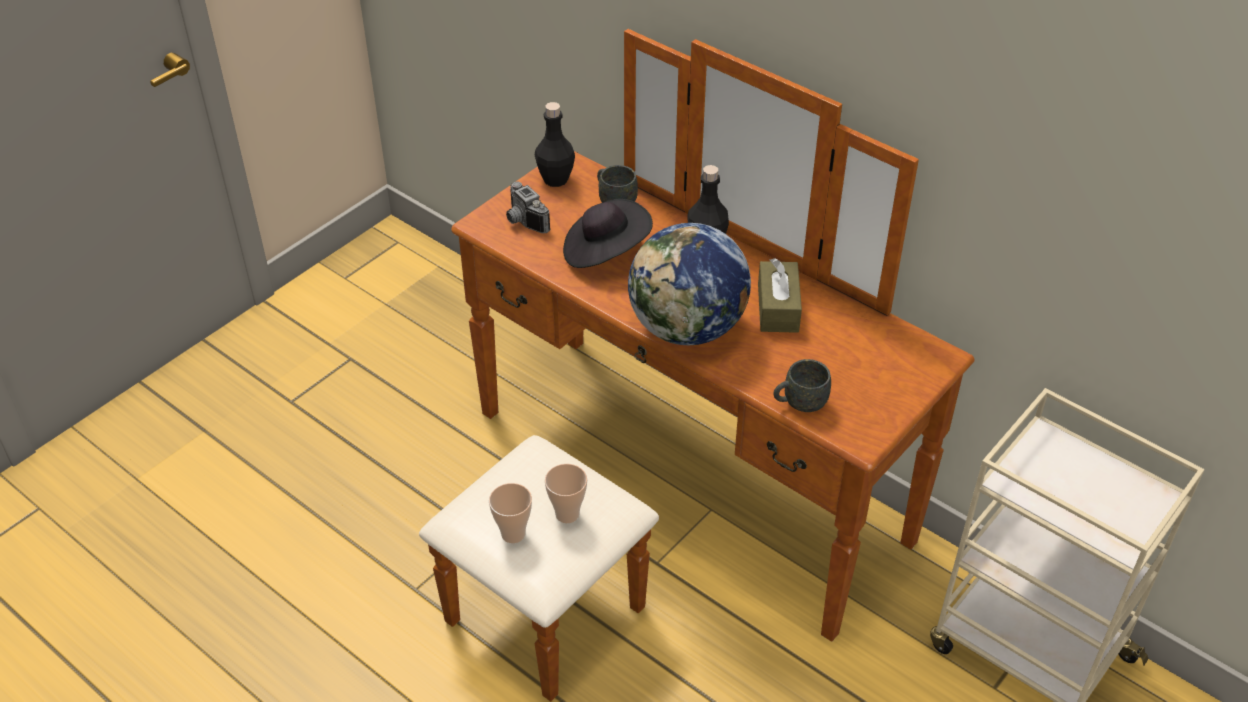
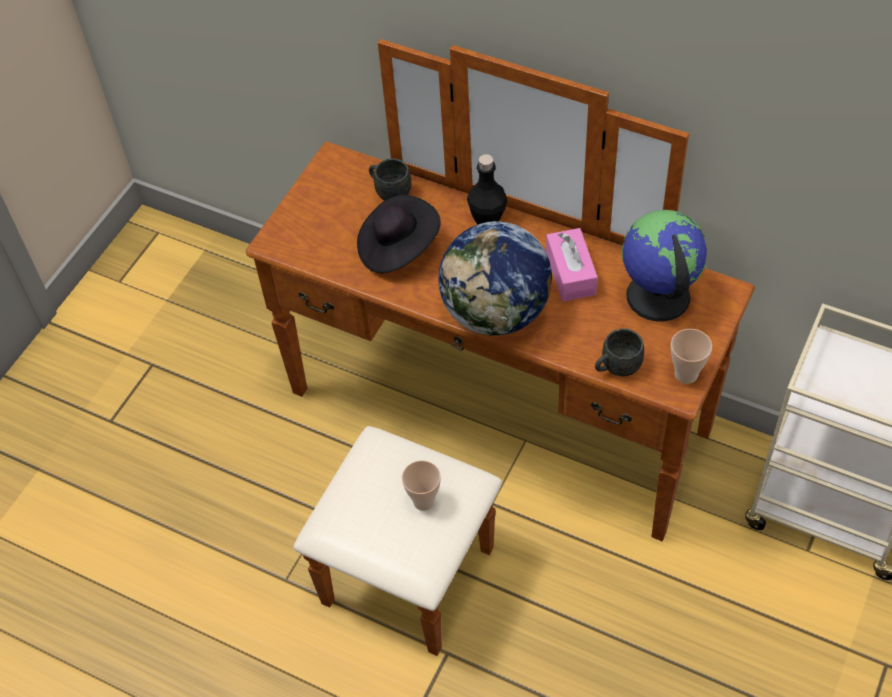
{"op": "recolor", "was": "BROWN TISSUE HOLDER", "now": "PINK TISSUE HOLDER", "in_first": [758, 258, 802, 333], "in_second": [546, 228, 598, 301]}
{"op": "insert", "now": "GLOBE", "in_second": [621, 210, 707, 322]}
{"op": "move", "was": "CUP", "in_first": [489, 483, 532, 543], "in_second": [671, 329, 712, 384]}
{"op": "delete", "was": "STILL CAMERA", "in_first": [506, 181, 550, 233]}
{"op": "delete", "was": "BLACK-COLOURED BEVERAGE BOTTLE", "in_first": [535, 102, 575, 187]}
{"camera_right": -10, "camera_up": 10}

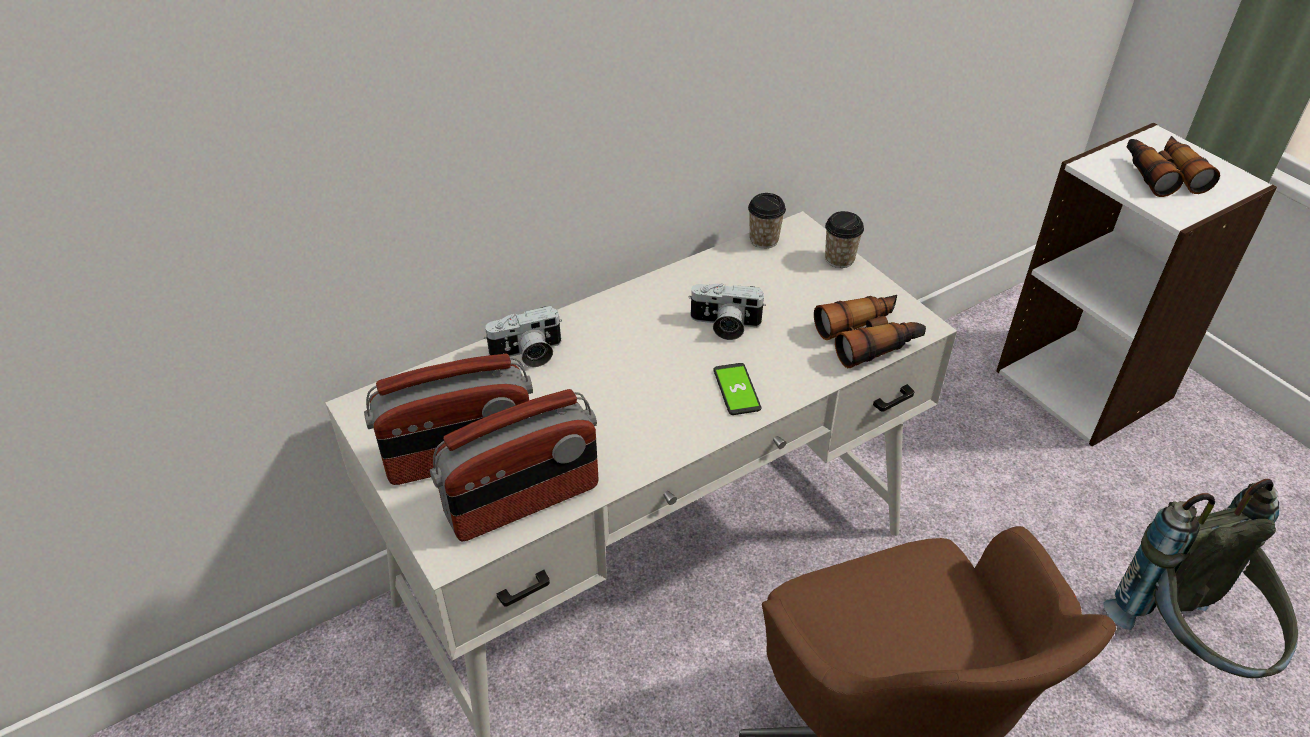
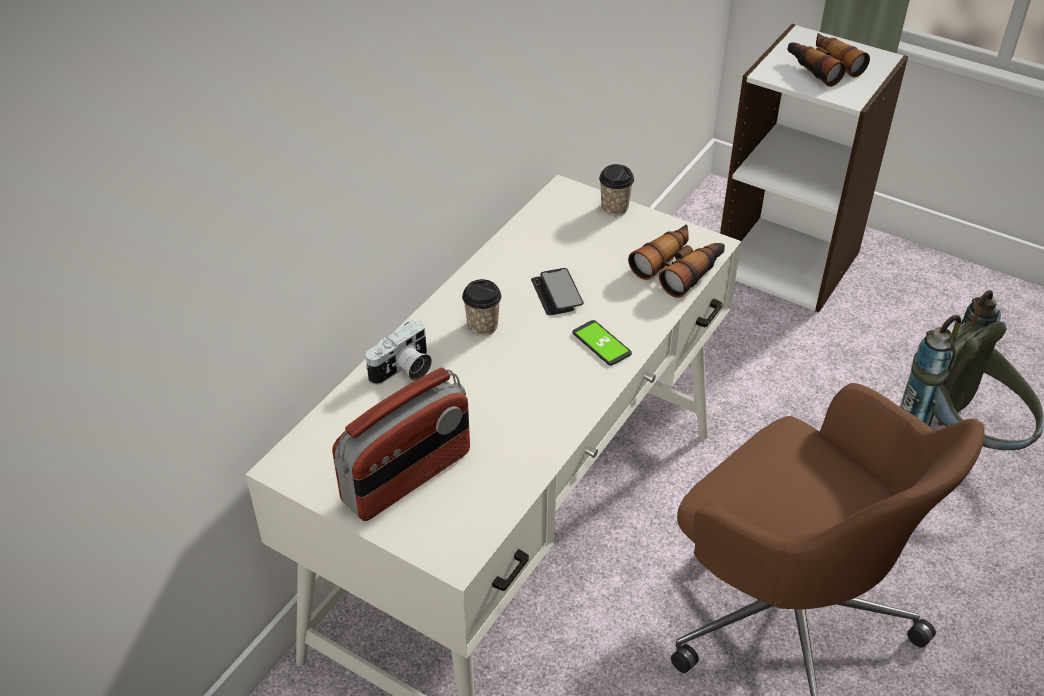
{"op": "move", "was": "CUP", "in_first": [748, 193, 786, 249], "in_second": [462, 279, 501, 336]}
{"op": "replace", "was": "STILL CAMERA", "now": "TELEPHONE", "in_first": [688, 283, 766, 340], "in_second": [531, 268, 584, 315]}
{"op": "delete", "was": "RADIO", "in_first": [430, 389, 598, 541]}
{"camera_right": -25, "camera_up": 0}

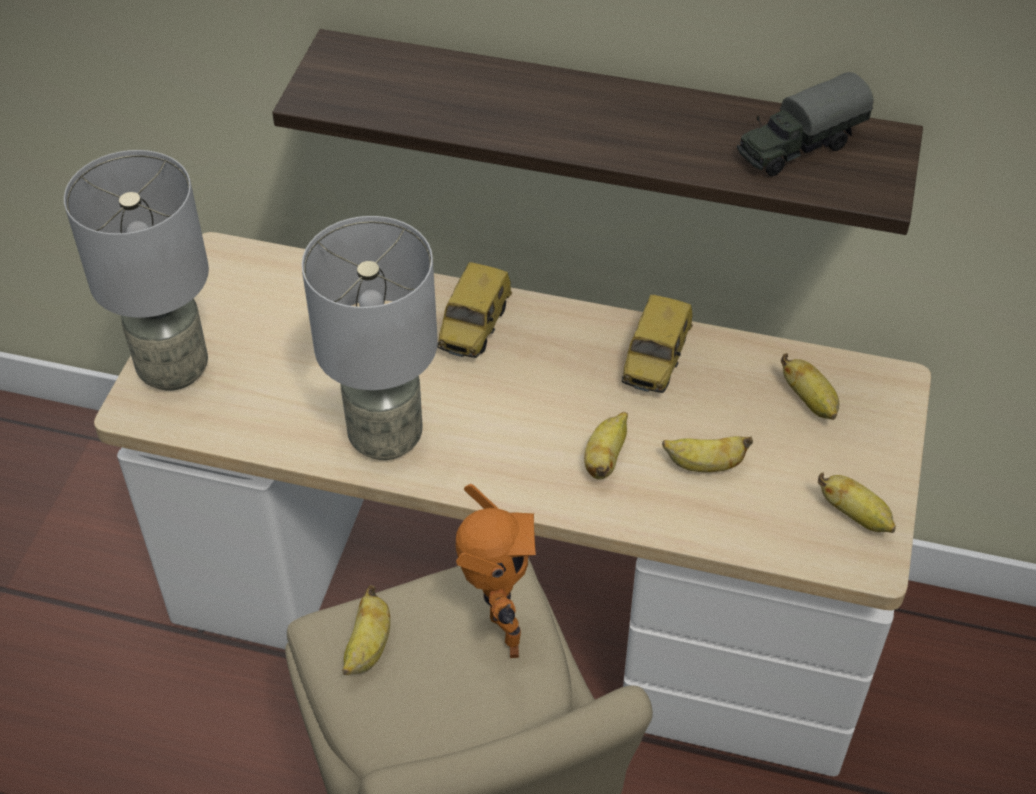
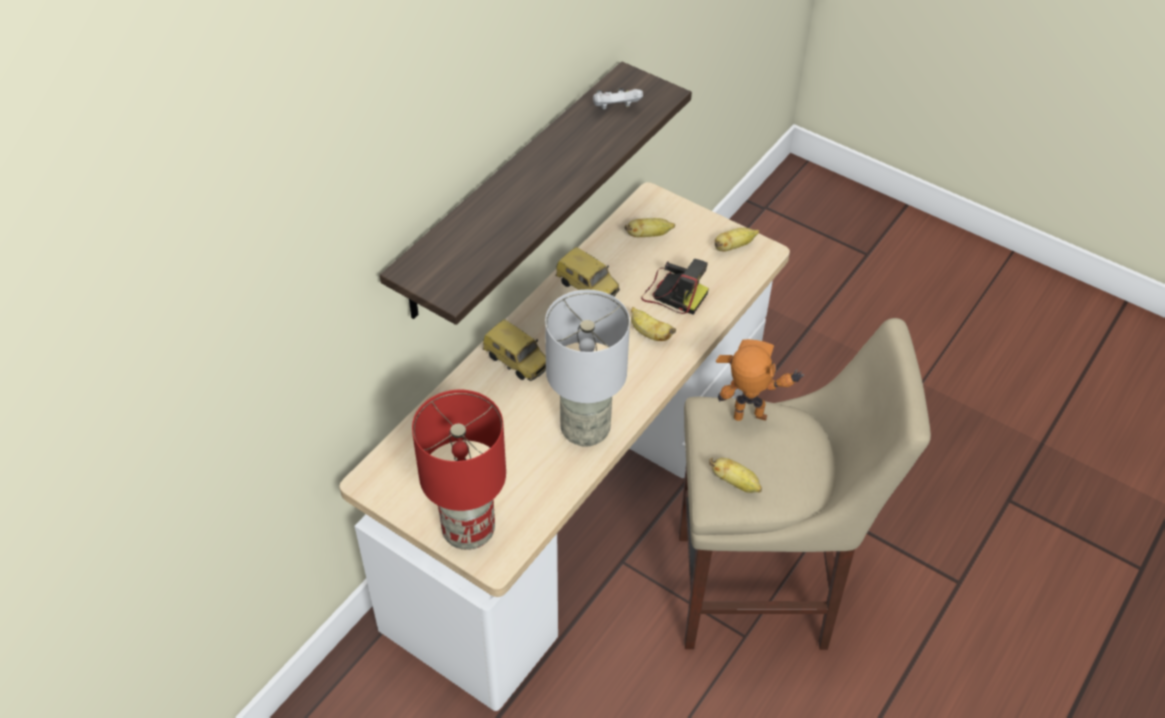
{"op": "recolor", "was": "GREY TABLETOP LAMP", "now": "RED TABLETOP LAMP", "in_first": [64, 150, 209, 391], "in_second": [412, 390, 506, 550]}
{"op": "replace", "was": "TOY LORRY", "now": "WHITE-COLOURED GAMEPAD", "in_first": [737, 72, 873, 176], "in_second": [593, 88, 643, 109]}
{"op": "replace", "was": "BANANA", "now": "STILL CAMERA", "in_first": [662, 436, 753, 472], "in_second": [641, 259, 709, 315]}
{"camera_right": -70, "camera_up": 0}

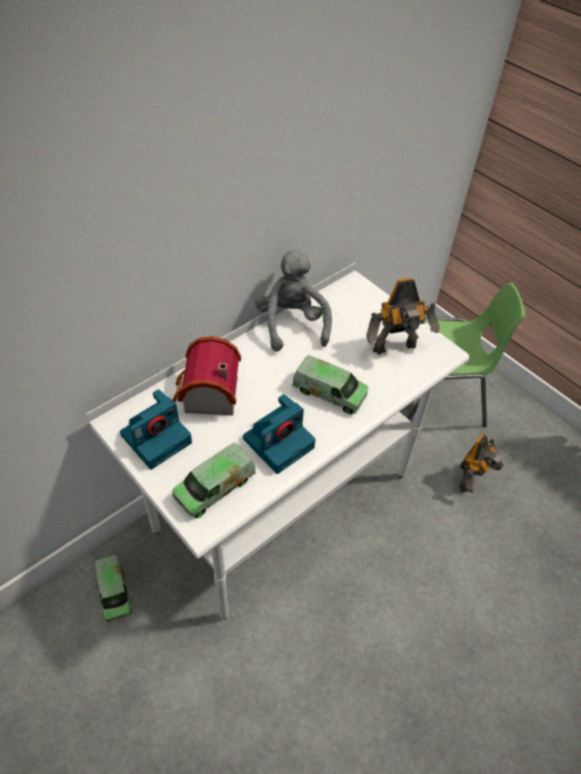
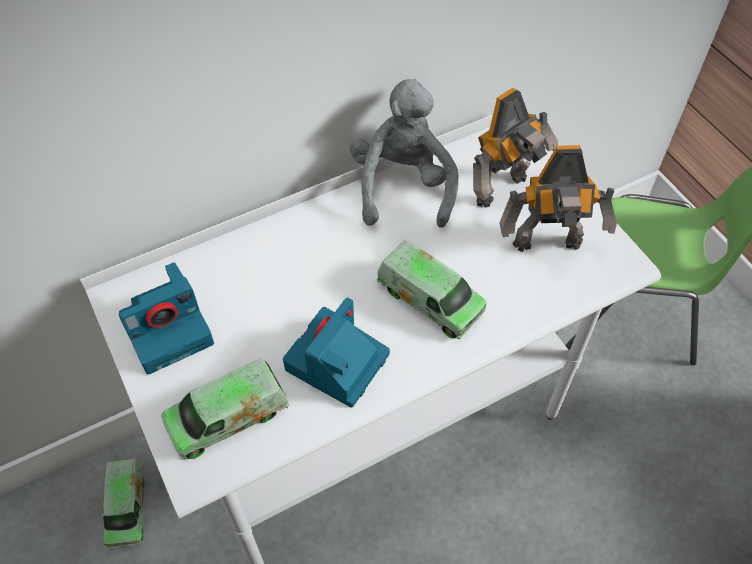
{"op": "rotate", "was": "STILL CAMERA", "in_first": [243, 394, 316, 474], "in_second": [283, 298, 390, 408], "clockwise": 150}
{"op": "move", "was": "ROBOT FIGURE", "in_first": [460, 434, 504, 493], "in_second": [473, 88, 558, 208]}
{"op": "delete", "was": "TOY HOUSE", "in_first": [172, 336, 241, 415]}
{"camera_right": 15, "camera_up": 5}

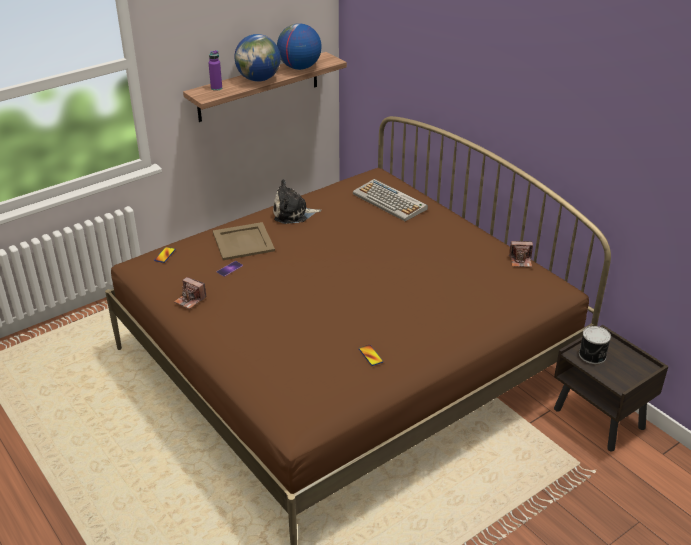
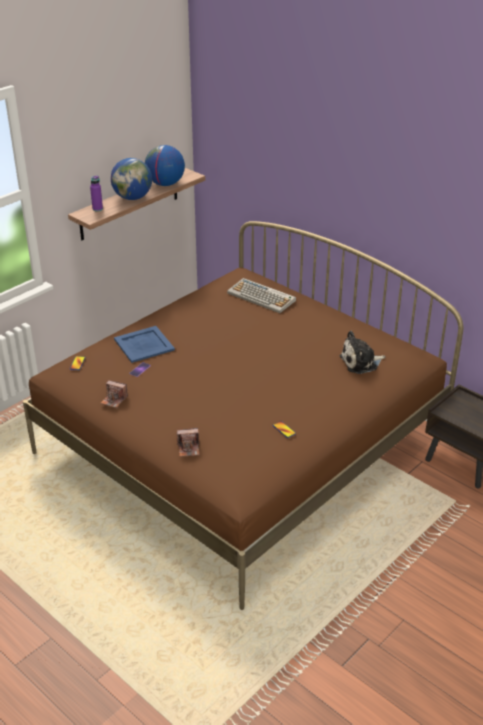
{"op": "recolor", "was": "BEIGE SERVING TRAY", "now": "BLUISH SERVING TRAY", "in_first": [213, 222, 275, 260], "in_second": [114, 326, 175, 363]}
{"op": "move", "was": "STILL CAMERA", "in_first": [509, 241, 533, 267], "in_second": [176, 428, 200, 457]}
{"op": "move", "was": "CUDDLY TOY", "in_first": [273, 179, 322, 224], "in_second": [340, 331, 386, 374]}
{"op": "delete", "was": "CAN", "in_first": [579, 326, 611, 364]}
{"camera_right": -10, "camera_up": 0}

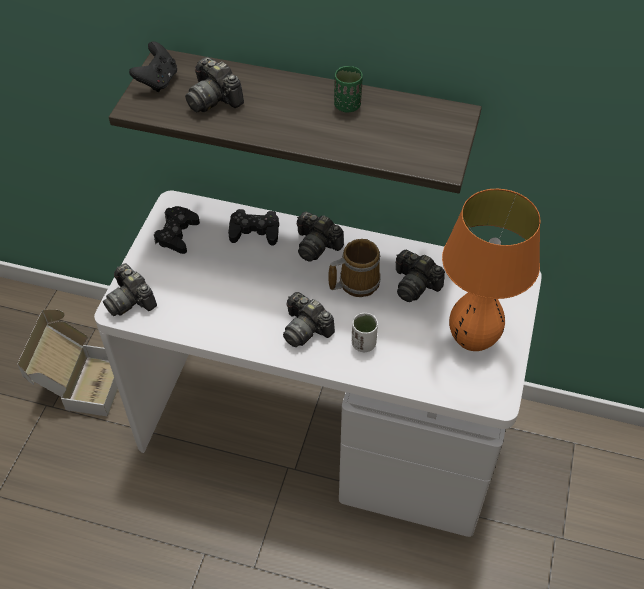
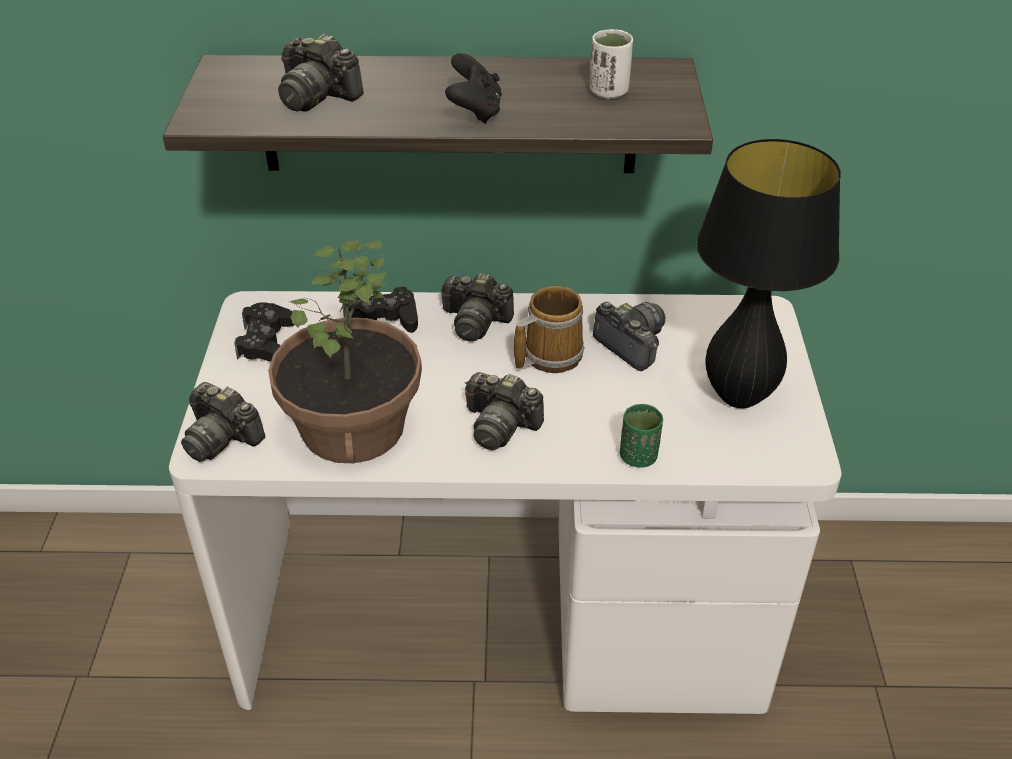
{"op": "insert", "now": "POTTED PLANT", "in_second": [268, 239, 422, 463]}
{"op": "move", "was": "BLACK-COLOURED GAMEPAD", "in_first": [129, 41, 177, 92], "in_second": [445, 53, 502, 124]}
{"op": "move", "was": "WHITE-COLOURED CUP", "in_first": [352, 313, 378, 352], "in_second": [590, 29, 633, 99]}
{"op": "rotate", "was": "STILL CAMERA", "in_first": [396, 250, 445, 302], "in_second": [593, 302, 666, 371], "clockwise": -150}
{"op": "move", "was": "GREENISH CUP", "in_first": [334, 66, 363, 112], "in_second": [620, 404, 663, 468]}
{"op": "recolor", "was": "ORANGEY TABLETOP LAMP", "now": "BLACK-COLOURED TABLETOP LAMP", "in_first": [442, 189, 541, 351], "in_second": [696, 139, 841, 408]}
{"op": "delete", "was": "PACKING BOX", "in_first": [17, 309, 118, 417]}
{"camera_right": -15, "camera_up": -10}

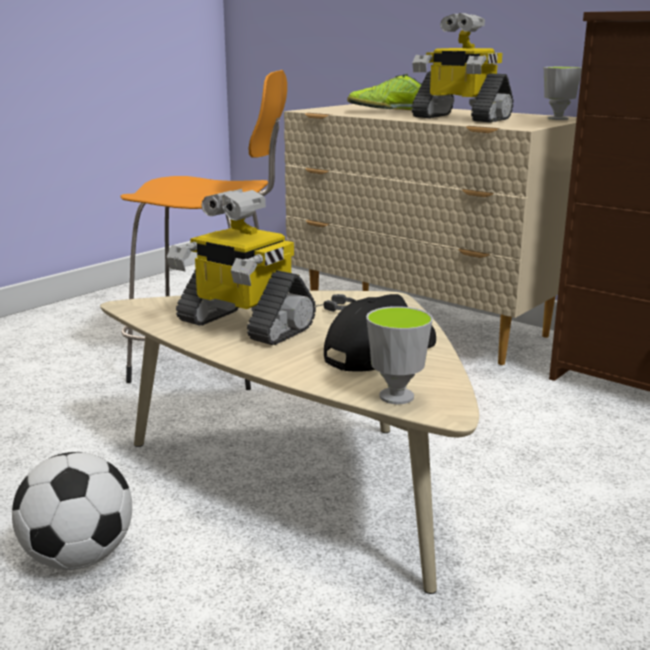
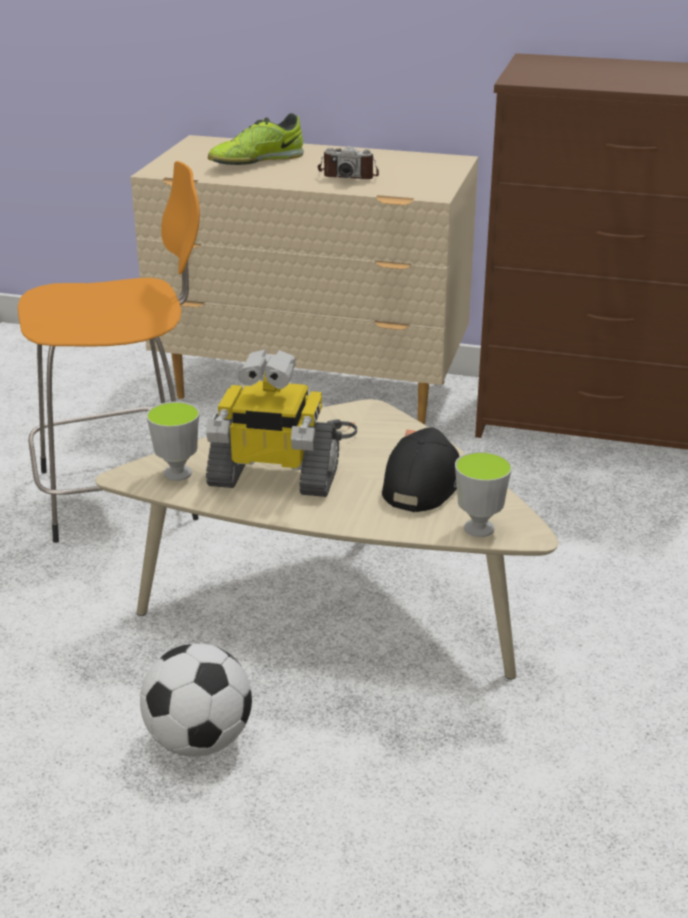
{"op": "move", "was": "CUP", "in_first": [544, 67, 582, 120], "in_second": [146, 401, 200, 481]}
{"op": "replace", "was": "ROBOT FIGURE", "now": "STILL CAMERA", "in_first": [412, 13, 513, 123], "in_second": [318, 146, 379, 179]}
{"camera_right": -25, "camera_up": 10}

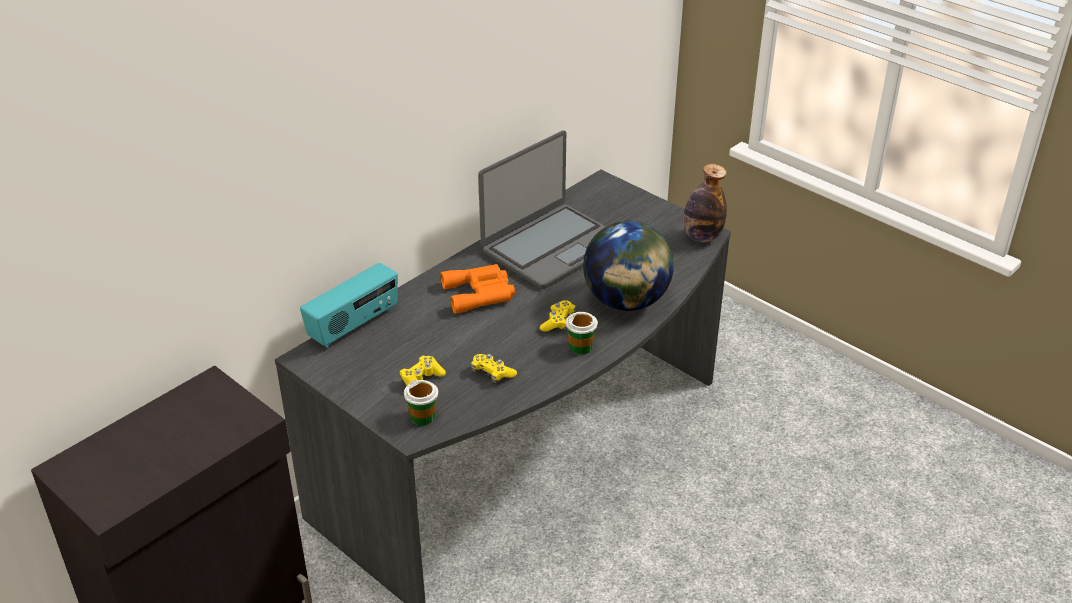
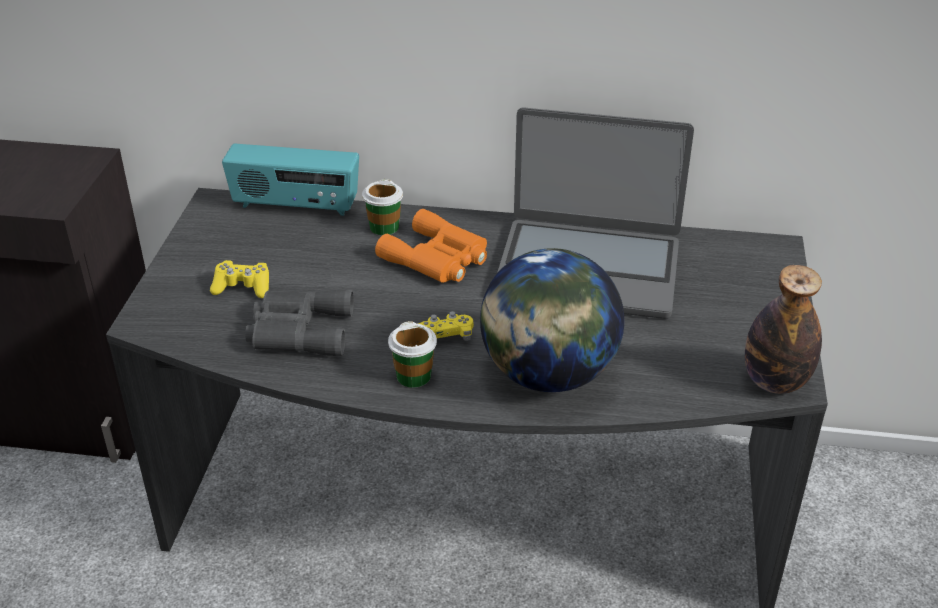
{"op": "replace", "was": "YELLOW-COLOURED GAMEPAD", "now": "GREY PAIR OF BINOCULARS", "in_first": [471, 354, 517, 383], "in_second": [245, 290, 354, 356]}
{"op": "move", "was": "CUP", "in_first": [404, 380, 438, 426], "in_second": [362, 179, 403, 235]}
{"camera_right": 55, "camera_up": 0}

